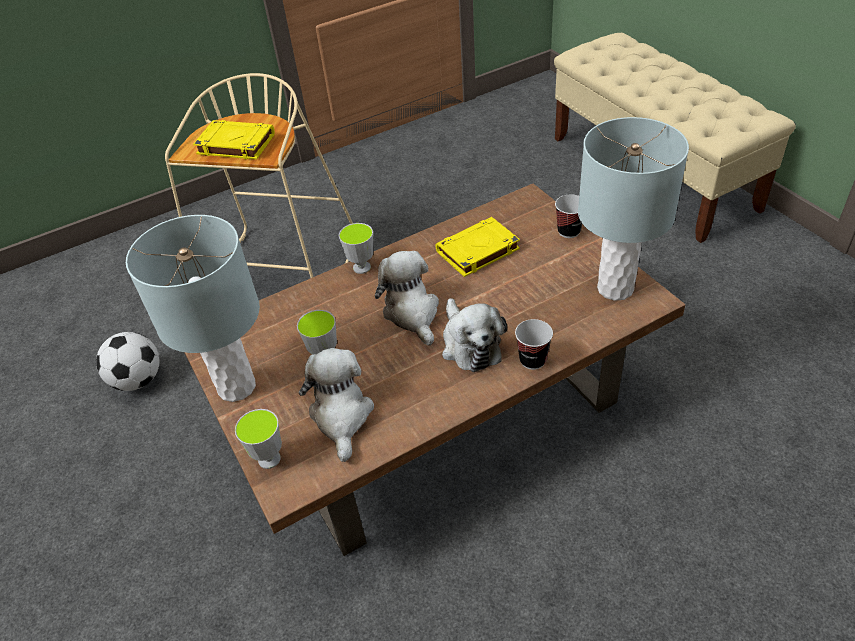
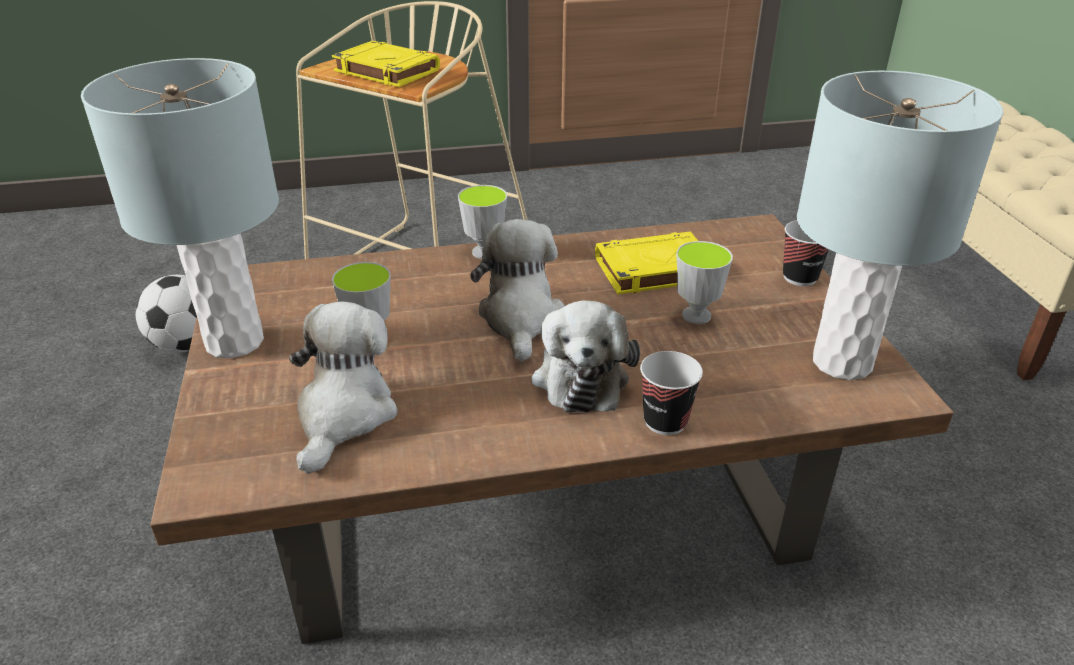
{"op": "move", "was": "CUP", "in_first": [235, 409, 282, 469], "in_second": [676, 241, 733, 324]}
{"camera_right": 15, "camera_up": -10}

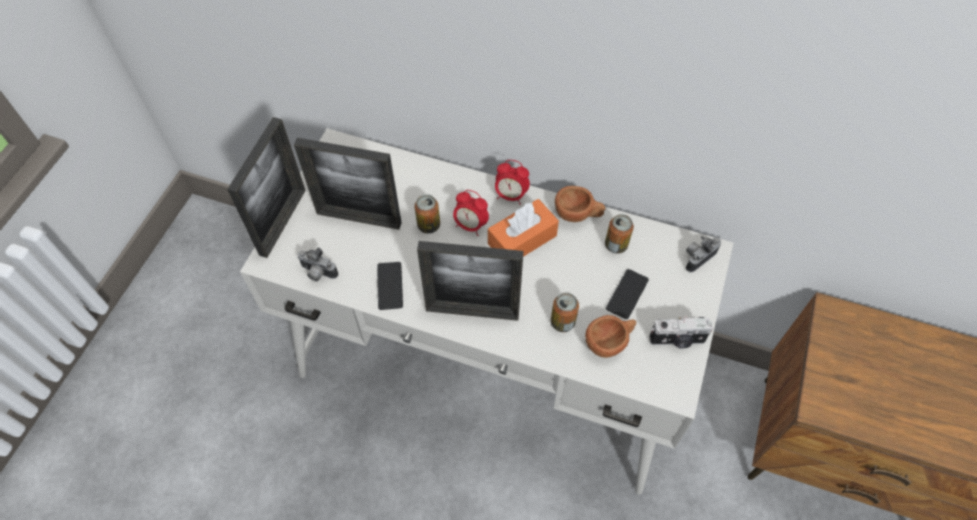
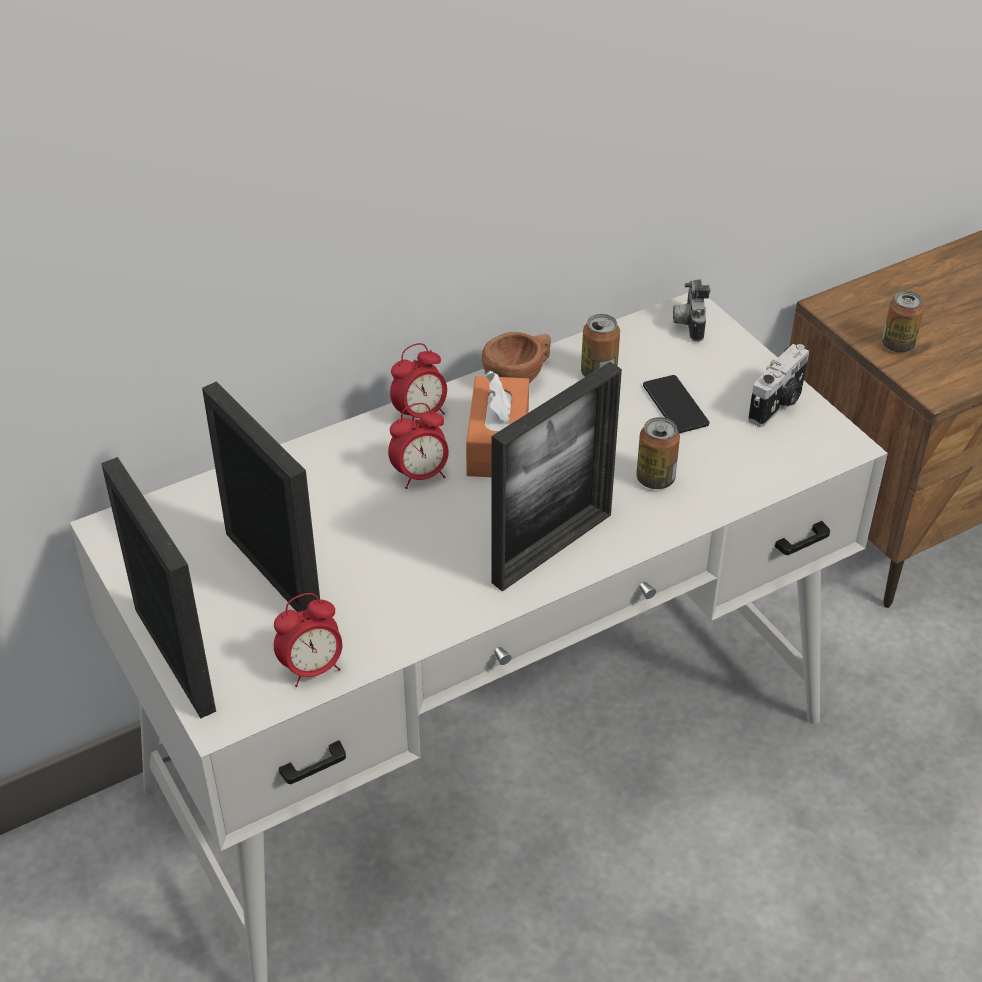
{"op": "rotate", "was": "PICTURE FRAME", "in_first": [294, 138, 402, 230], "in_second": [202, 381, 320, 613], "clockwise": -90}
{"op": "replace", "was": "STILL CAMERA", "now": "ALARM CLOCK", "in_first": [297, 247, 338, 281], "in_second": [274, 593, 342, 687]}
{"op": "move", "was": "CAN", "in_first": [414, 194, 440, 234], "in_second": [882, 291, 924, 353]}
{"op": "delete", "was": "TELEPHONE", "in_first": [377, 262, 403, 310]}
{"op": "delete", "was": "BROWN CUP", "in_first": [585, 315, 636, 358]}
{"camera_right": -50, "camera_up": -15}

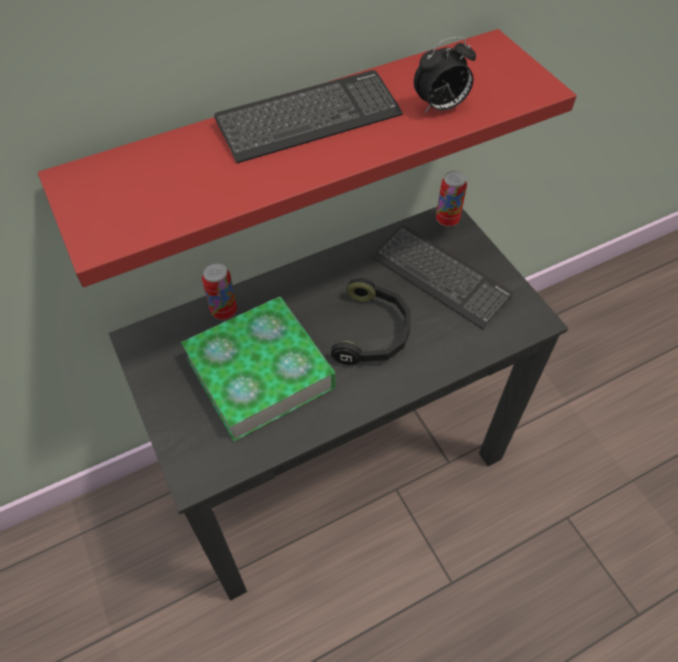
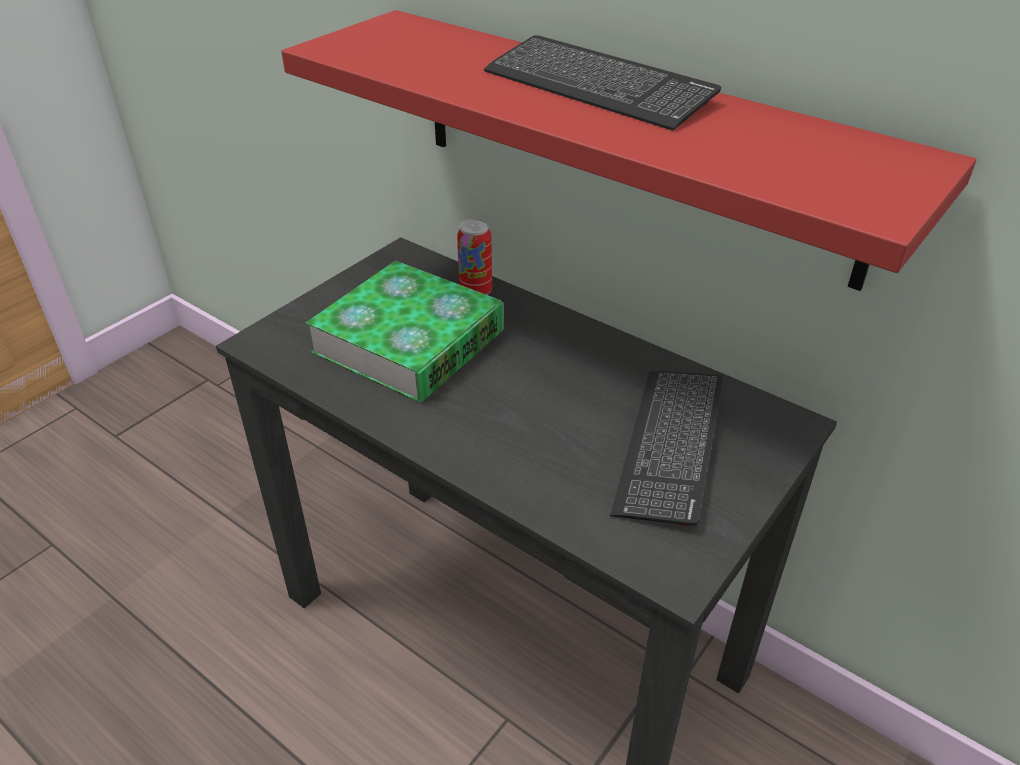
{"op": "delete", "was": "BLACK-COLOURED PAIR OF HEADPHONES", "in_first": [331, 278, 411, 365]}
{"op": "delete", "was": "ALARM CLOCK", "in_first": [414, 37, 476, 113]}
{"op": "delete", "was": "CAN", "in_first": [436, 171, 467, 227]}
{"camera_right": 65, "camera_up": -15}

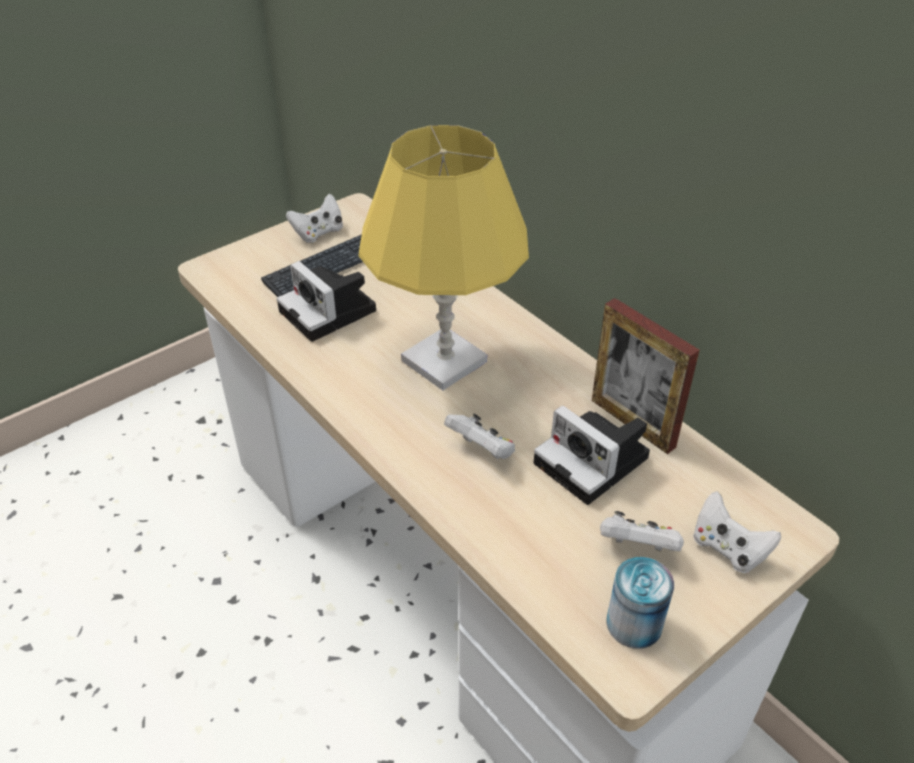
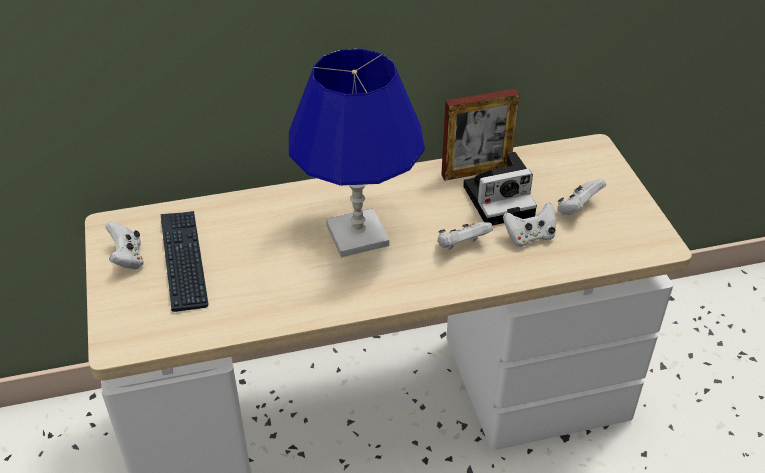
{"op": "recolor", "was": "YELLOW-COLOURED TABLETOP LAMP", "now": "BLUISH TABLETOP LAMP", "in_first": [359, 125, 529, 391], "in_second": [289, 48, 425, 257]}
{"op": "move", "was": "WHITE-COLOURED GAMEPAD", "in_first": [693, 491, 781, 573], "in_second": [503, 202, 556, 247]}
{"op": "delete", "was": "STILL CAMERA", "in_first": [277, 261, 376, 342]}
{"op": "delete", "was": "CAN", "in_first": [606, 557, 674, 649]}
{"camera_right": -65, "camera_up": 0}

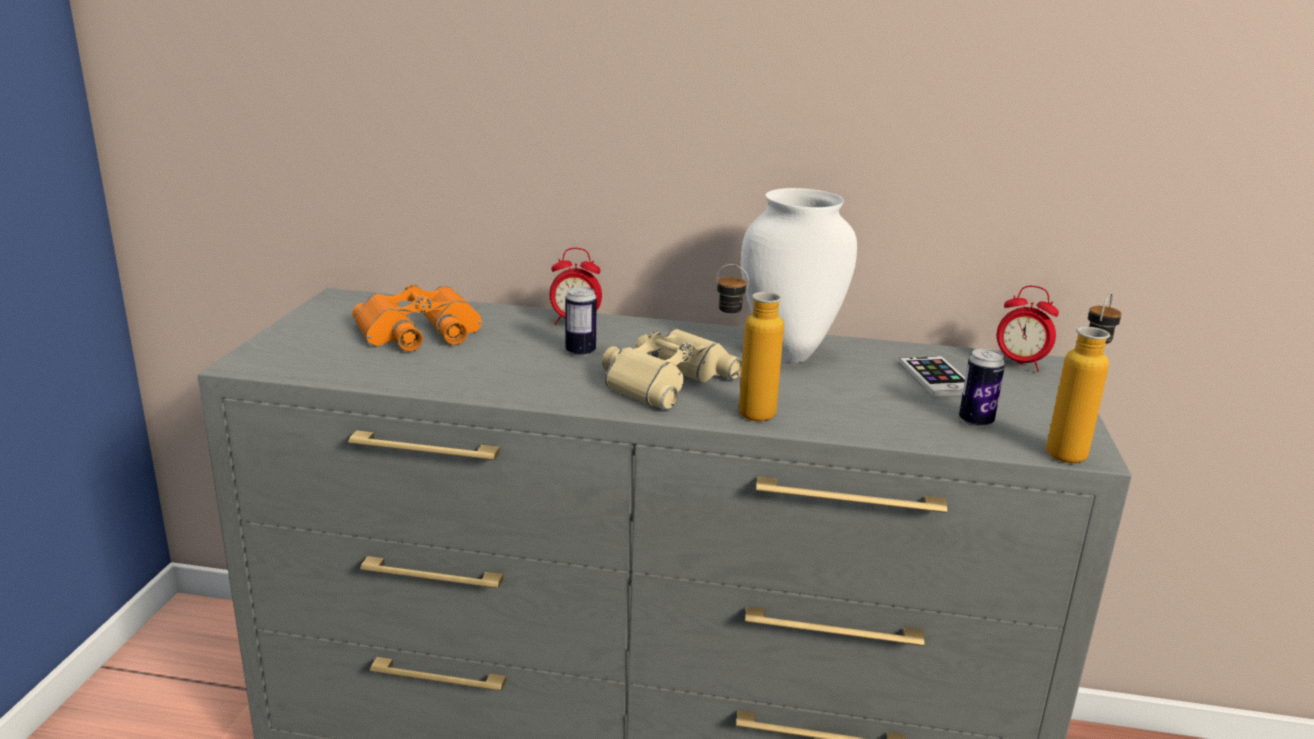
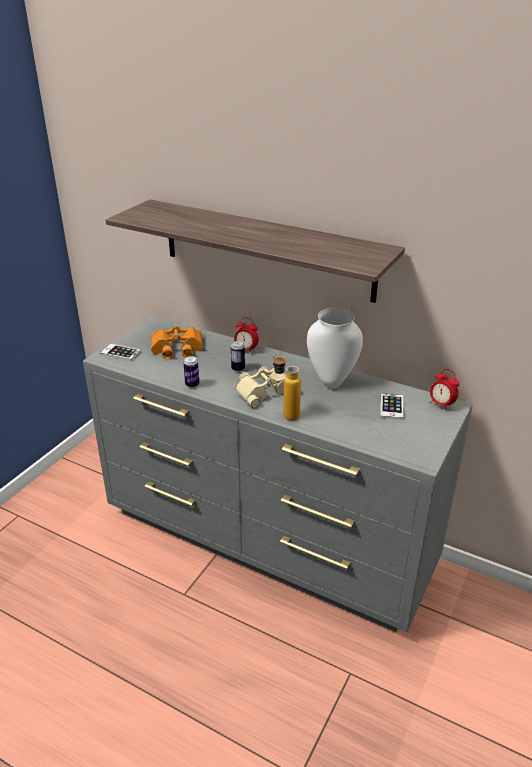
{"op": "insert", "now": "TELEPHONE", "in_second": [100, 344, 141, 361]}
{"op": "insert", "now": "SHELF", "in_second": [106, 199, 405, 303]}
{"op": "move", "was": "CAN", "in_first": [959, 349, 1005, 428], "in_second": [183, 356, 199, 388]}
{"op": "delete", "was": "BEVERAGE BOTTLE", "in_first": [1046, 293, 1122, 463]}
{"camera_right": 20, "camera_up": 10}

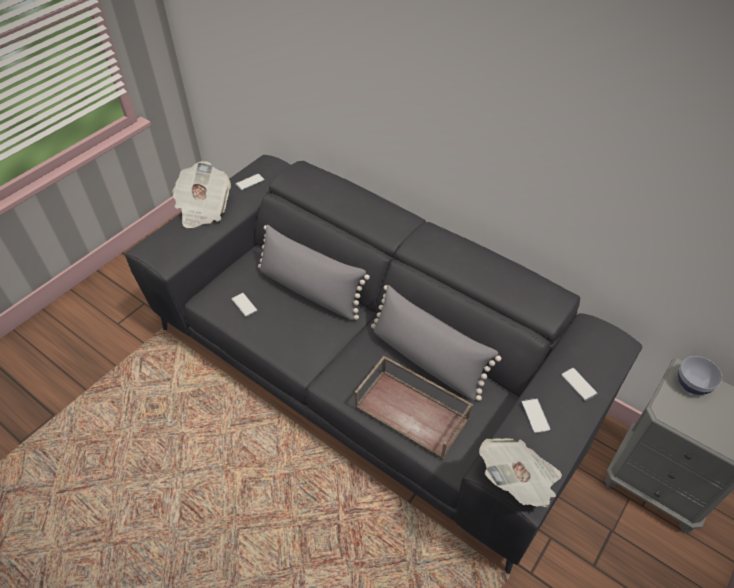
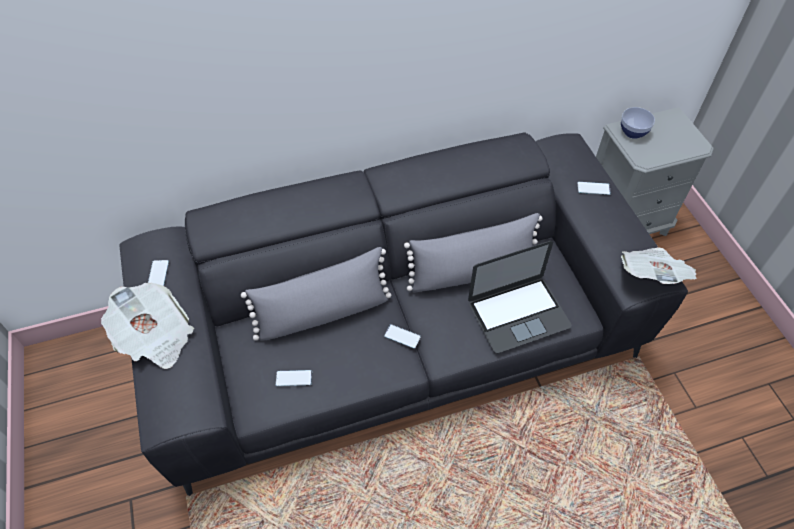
{"op": "move", "was": "TELEPHONE", "in_first": [521, 398, 551, 433], "in_second": [384, 324, 421, 348]}
{"op": "replace", "was": "BROWN SERVING TRAY", "now": "PORTABLE COMPUTER", "in_first": [355, 355, 473, 459], "in_second": [468, 241, 572, 353]}
{"camera_right": -55, "camera_up": 5}

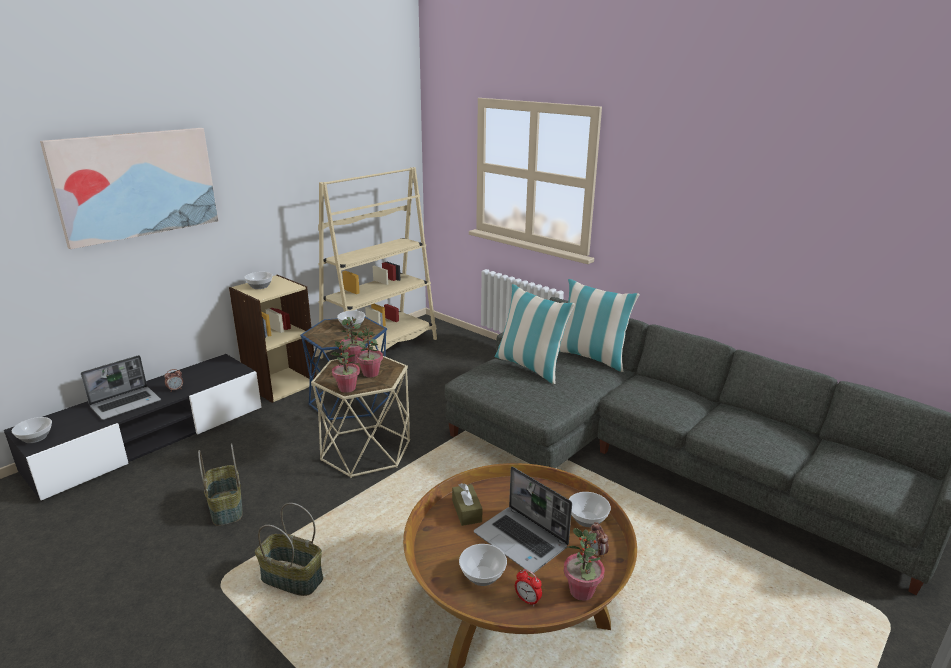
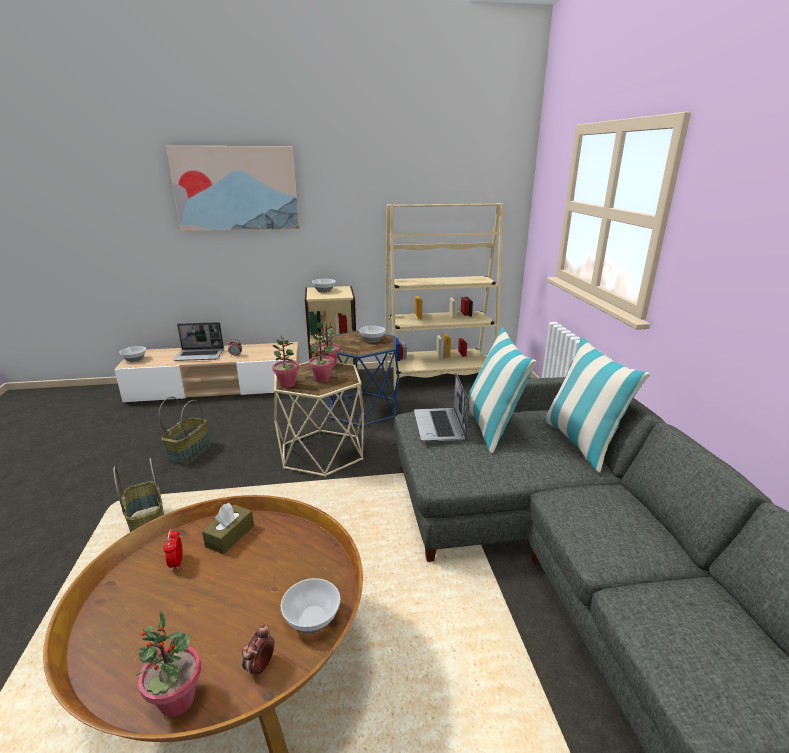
{"op": "recolor", "was": "BLACK-COLOURED TV UNIT", "now": "BEIGE TV UNIT", "in_first": [4, 354, 262, 502], "in_second": [115, 342, 300, 403]}
{"op": "move", "was": "ALARM CLOCK", "in_first": [515, 569, 542, 606], "in_second": [163, 529, 182, 570]}
{"op": "move", "was": "PORTABLE COMPUTER", "in_first": [474, 467, 572, 573], "in_second": [414, 373, 469, 442]}
{"op": "delete", "was": "SERVING BOWL", "in_first": [459, 544, 507, 586]}
{"camera_right": 40, "camera_up": 0}

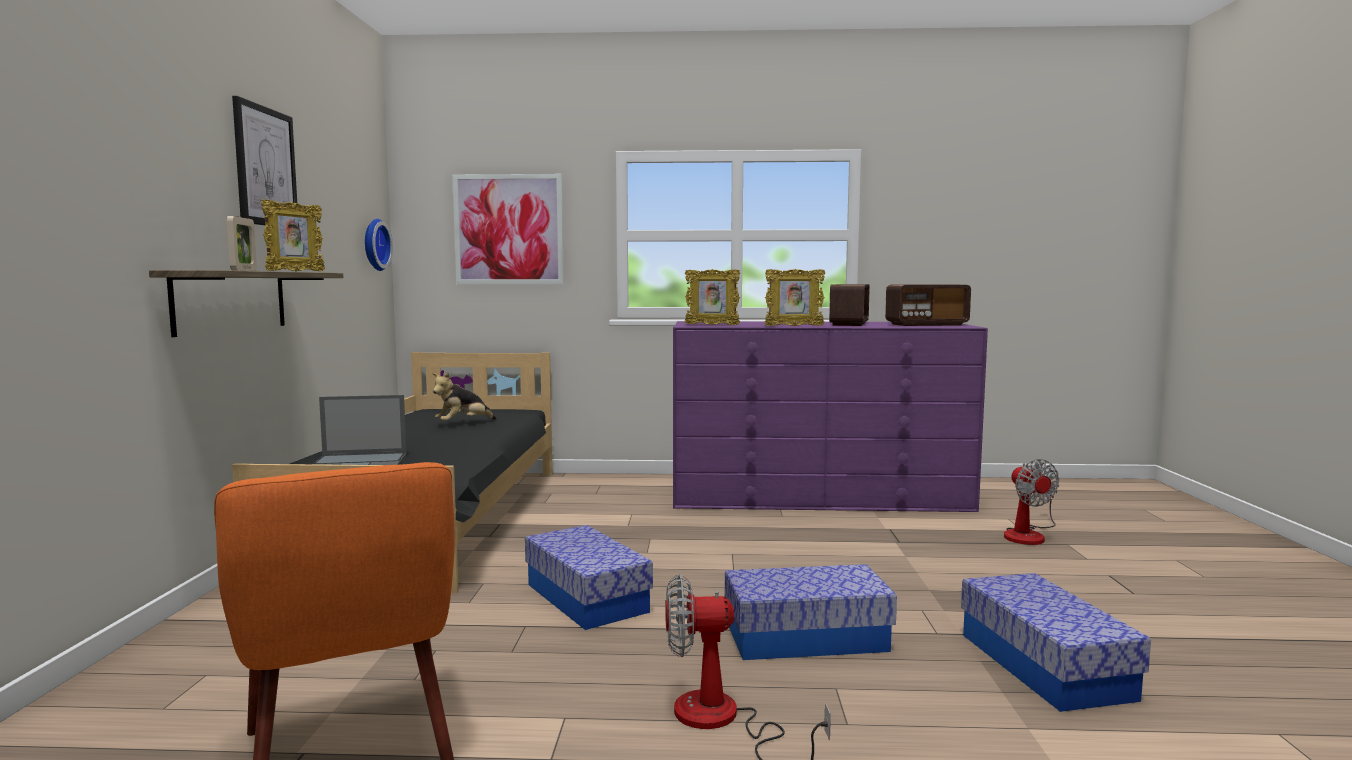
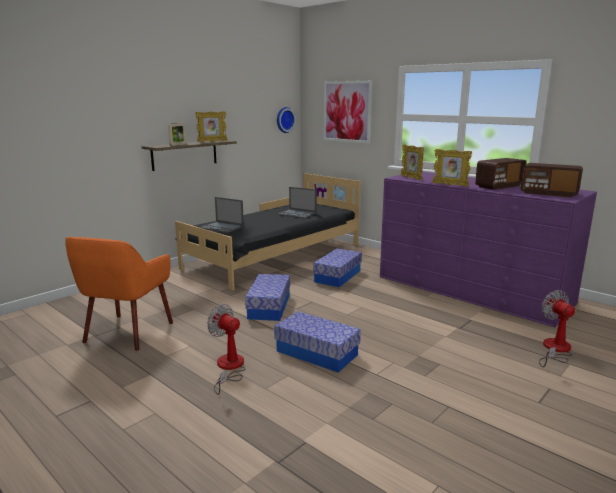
{"op": "replace", "was": "CUDDLY TOY", "now": "PORTABLE COMPUTER", "in_first": [432, 372, 497, 421], "in_second": [278, 187, 317, 218]}
{"op": "move", "was": "STORAGE BOX", "in_first": [961, 573, 1151, 712], "in_second": [313, 248, 362, 287]}
{"op": "rotate", "was": "COOLING FAN", "in_first": [1004, 459, 1060, 545], "in_second": [539, 290, 575, 367], "clockwise": 135}
{"op": "delete", "was": "WALL PICTURE", "in_first": [232, 96, 298, 225]}
{"camera_right": 40, "camera_up": 10}

